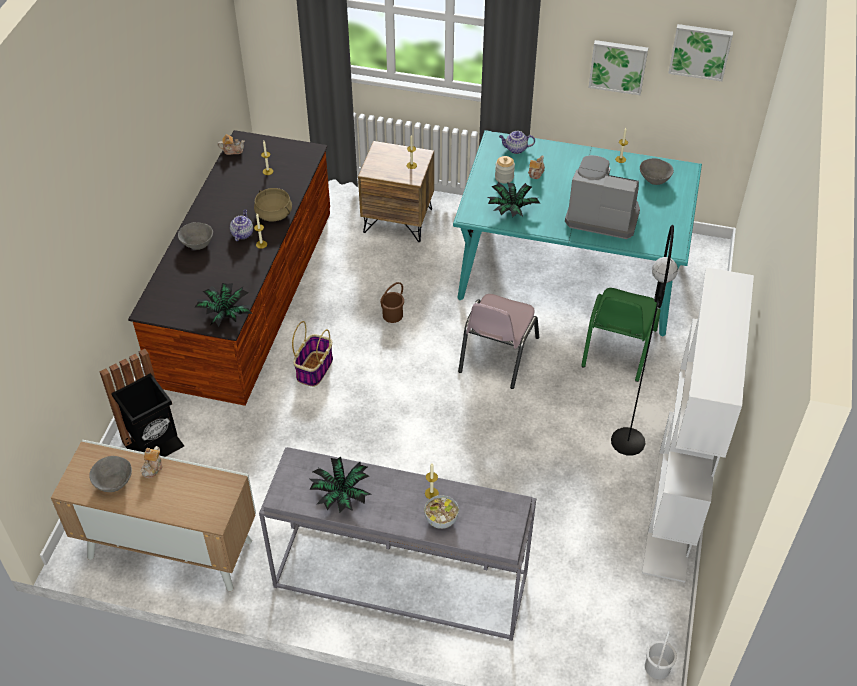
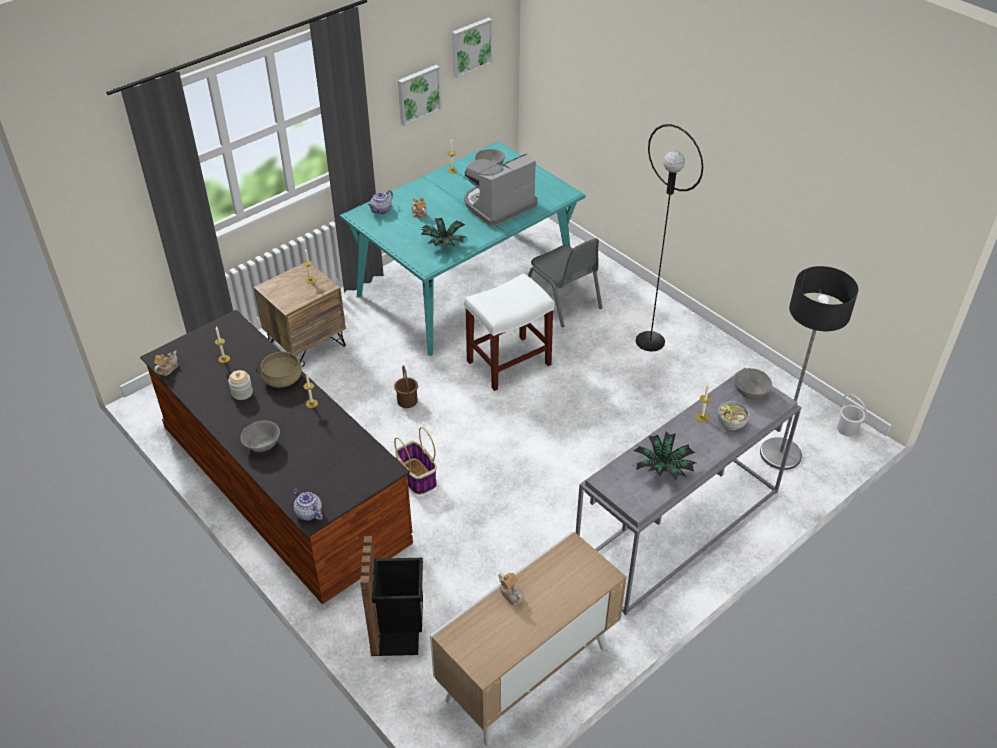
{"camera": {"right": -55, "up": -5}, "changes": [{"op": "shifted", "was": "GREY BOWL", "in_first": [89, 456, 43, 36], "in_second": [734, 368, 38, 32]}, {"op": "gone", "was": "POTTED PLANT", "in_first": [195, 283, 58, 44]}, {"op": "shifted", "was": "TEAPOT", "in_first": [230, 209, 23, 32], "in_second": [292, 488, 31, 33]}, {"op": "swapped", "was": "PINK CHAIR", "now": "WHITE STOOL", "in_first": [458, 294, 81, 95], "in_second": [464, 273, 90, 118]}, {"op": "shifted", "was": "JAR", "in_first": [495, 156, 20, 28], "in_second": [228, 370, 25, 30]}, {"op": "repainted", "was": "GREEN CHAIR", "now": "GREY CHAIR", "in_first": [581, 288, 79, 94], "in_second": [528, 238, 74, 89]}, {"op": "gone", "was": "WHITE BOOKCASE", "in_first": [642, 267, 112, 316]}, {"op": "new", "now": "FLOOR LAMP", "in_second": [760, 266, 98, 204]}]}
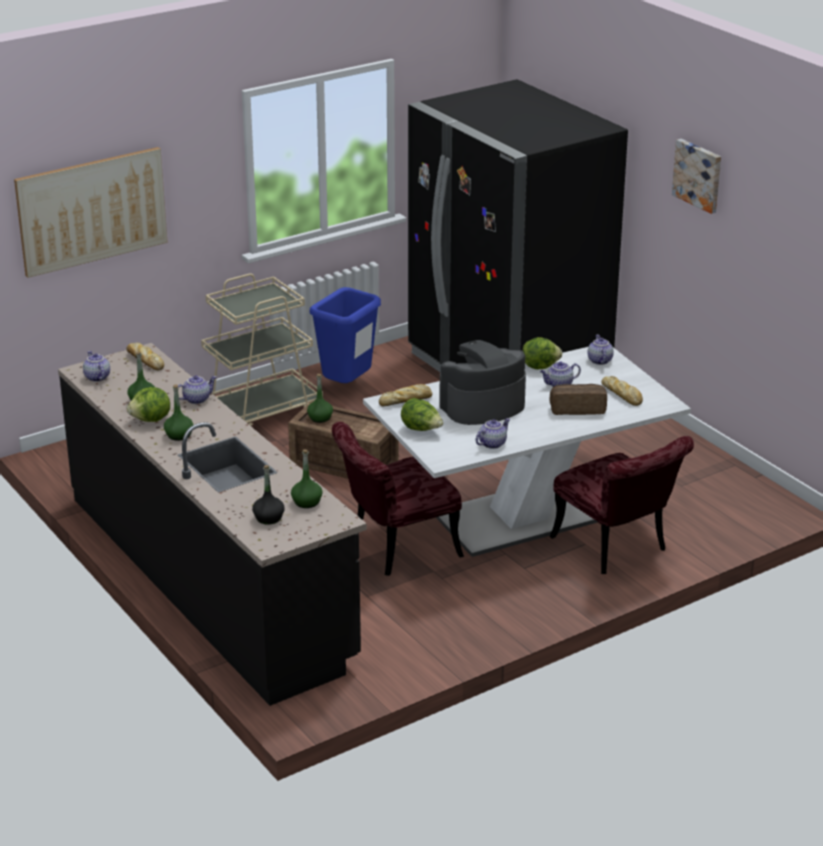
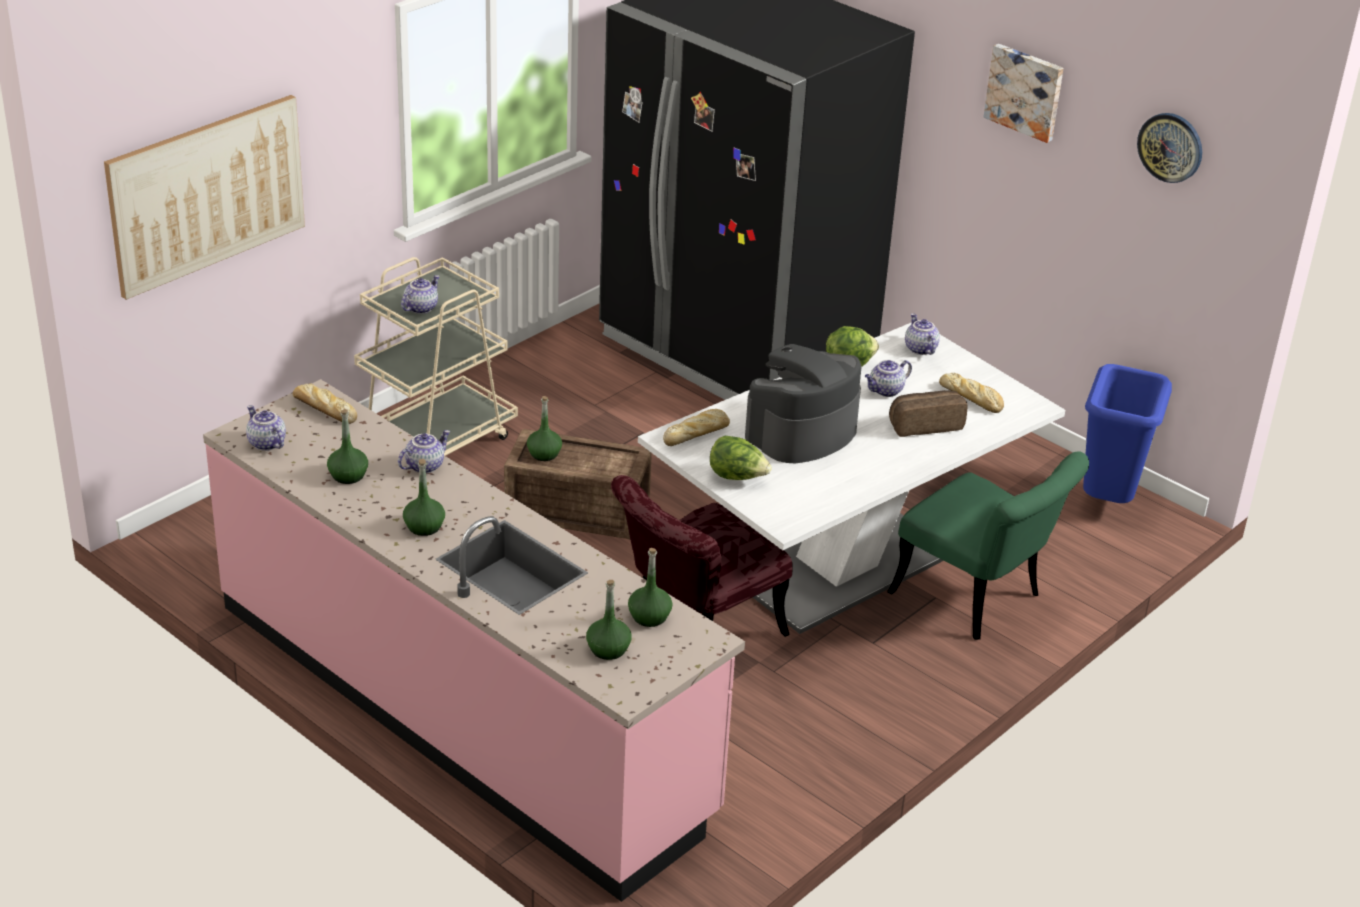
{"camera": {"right": -15, "up": 5}, "changes": [{"op": "repainted", "was": "BLACK COUNTER", "now": "PINK COUNTER", "in_first": [58, 343, 309, 363], "in_second": [203, 379, 542, 523]}, {"op": "gone", "was": "LETTUCE", "in_first": [127, 387, 43, 35]}, {"op": "repainted", "was": "BLACK BOTTLE", "now": "GREEN BOTTLE", "in_first": [252, 465, 32, 60], "in_second": [586, 580, 46, 80]}, {"op": "shifted", "was": "BLUE TRASH CAN", "in_first": [310, 287, 71, 96], "in_second": [1083, 364, 89, 139]}, {"op": "shifted", "was": "TEAPOT", "in_first": [476, 418, 34, 31], "in_second": [401, 275, 39, 39]}, {"op": "repainted", "was": "RED CHAIR", "now": "GREEN CHAIR", "in_first": [549, 436, 145, 138], "in_second": [887, 451, 202, 189]}, {"op": "new", "now": "WALL CLOCK", "in_second": [1137, 113, 65, 70]}]}
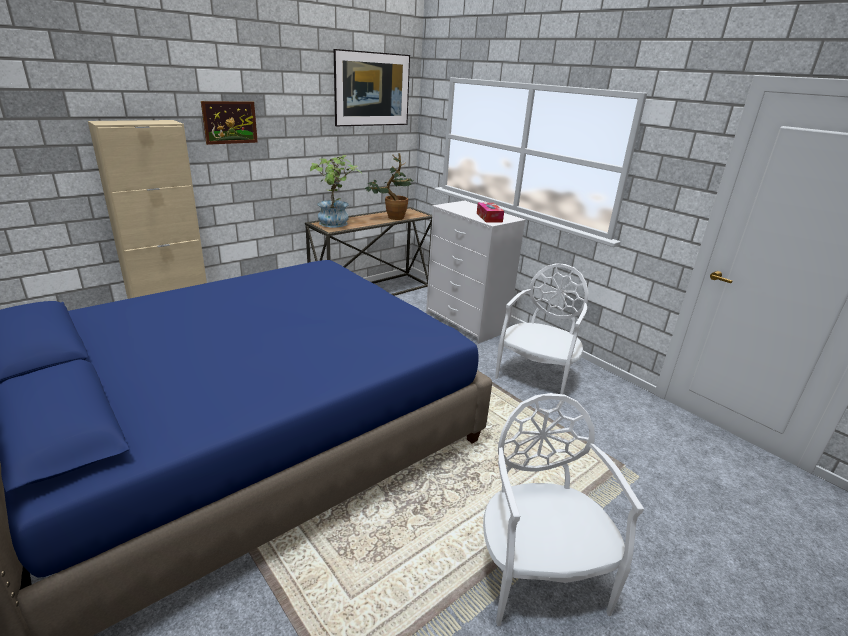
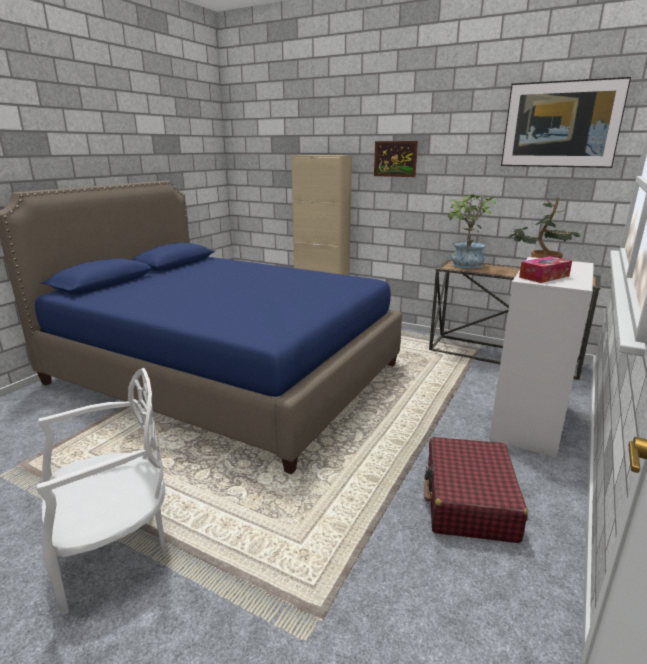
{"camera": {"right": 70, "up": -5}, "changes": [{"op": "swapped", "was": "WHITE CHAIR", "now": "RED SUITCASE", "in_first": [495, 263, 94, 138], "in_second": [424, 437, 104, 106]}]}
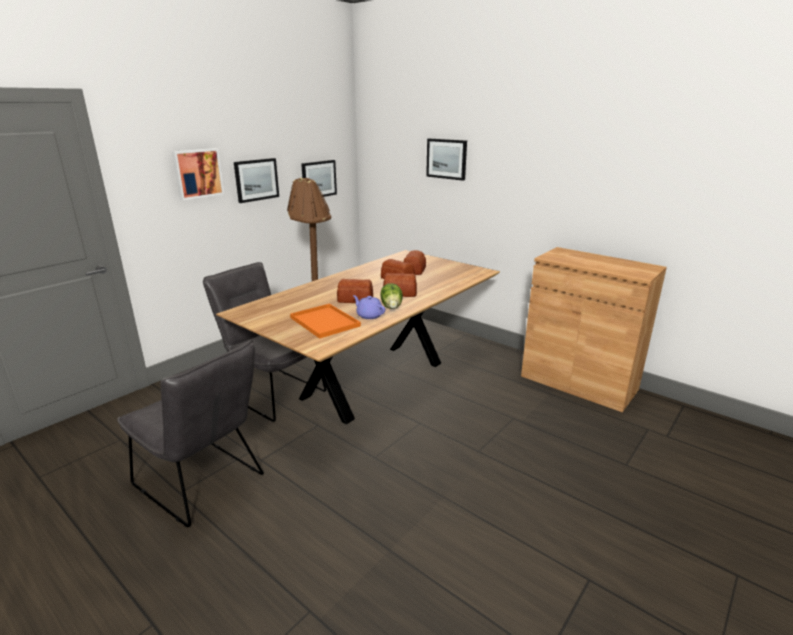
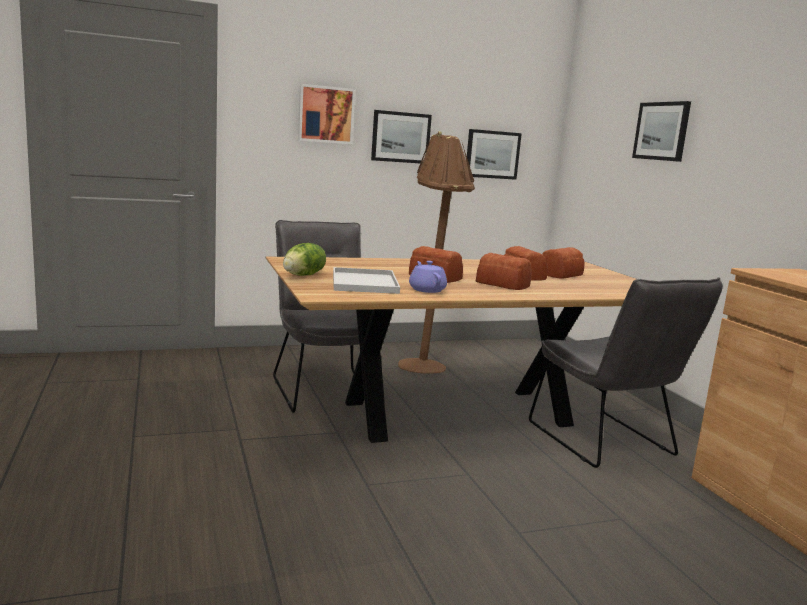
{"camera": {"right": 30, "up": -10}, "changes": [{"op": "shifted", "was": "GREY CHAIR", "in_first": [117, 340, 147, 187], "in_second": [529, 277, 194, 191]}, {"op": "repainted", "was": "ORANGE TRAY", "now": "WHITE TRAY", "in_first": [290, 304, 71, 35], "in_second": [333, 267, 67, 27]}, {"op": "shifted", "was": "LETTUCE", "in_first": [380, 283, 23, 26], "in_second": [283, 243, 43, 33]}]}
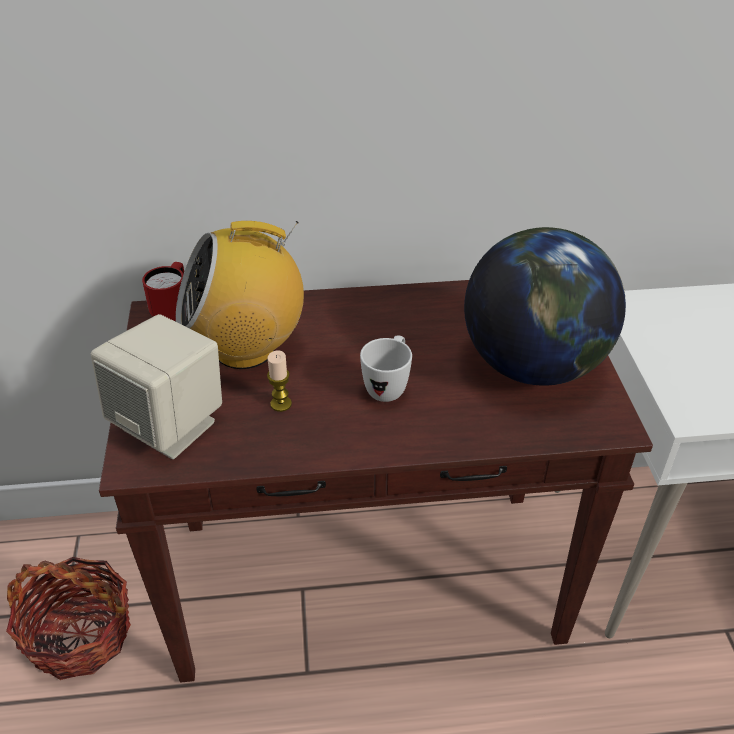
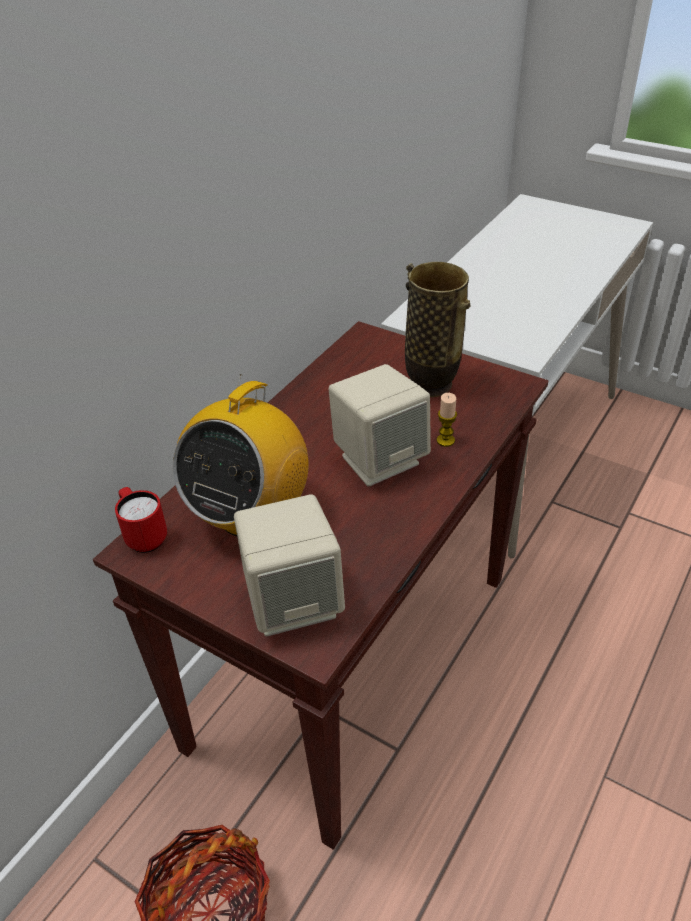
{"camera": {"right": -50, "up": 0}, "changes": [{"op": "shifted", "was": "CANDLE", "in_first": [267, 351, 25, 61], "in_second": [437, 393, 20, 54]}, {"op": "swapped", "was": "WHITE MUG", "now": "BEIGE SPEAKER", "in_first": [360, 335, 52, 67], "in_second": [328, 364, 103, 123]}, {"op": "swapped", "was": "GLOBE", "now": "VASE", "in_first": [464, 227, 162, 159], "in_second": [405, 262, 66, 135]}]}
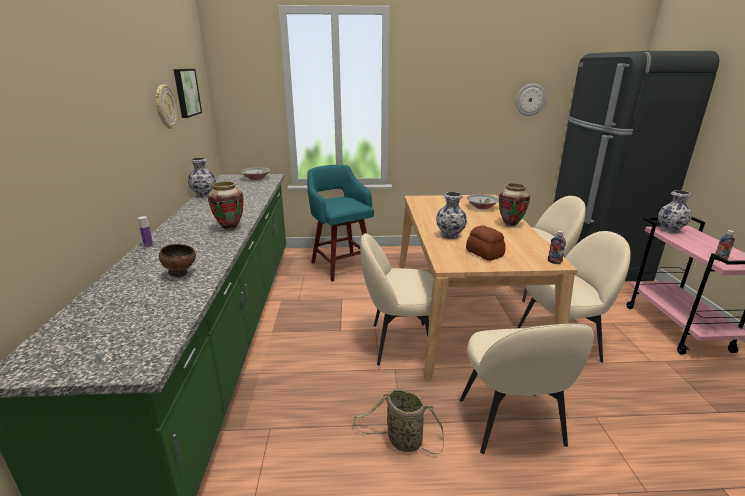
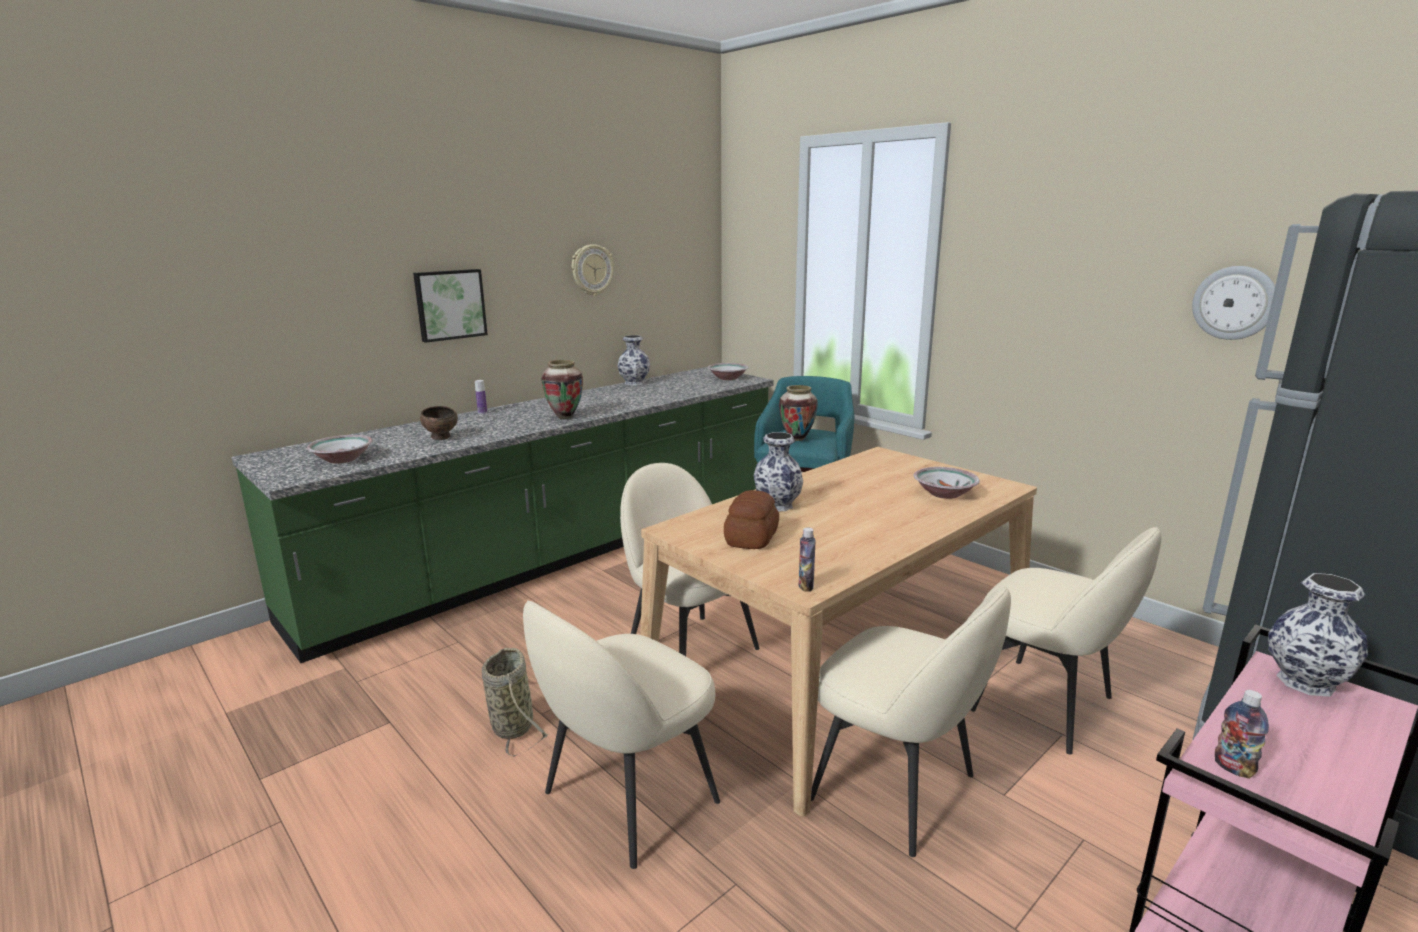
{"camera": {"right": 50, "up": -5}, "changes": [{"op": "shifted", "was": "PICTURE", "in_first": [174, 69, 28, 49], "in_second": [413, 269, 75, 74]}, {"op": "shifted", "was": "VASE", "in_first": [499, 183, 31, 44], "in_second": [779, 385, 39, 56]}, {"op": "new", "now": "BOWL", "in_second": [307, 435, 66, 28]}]}
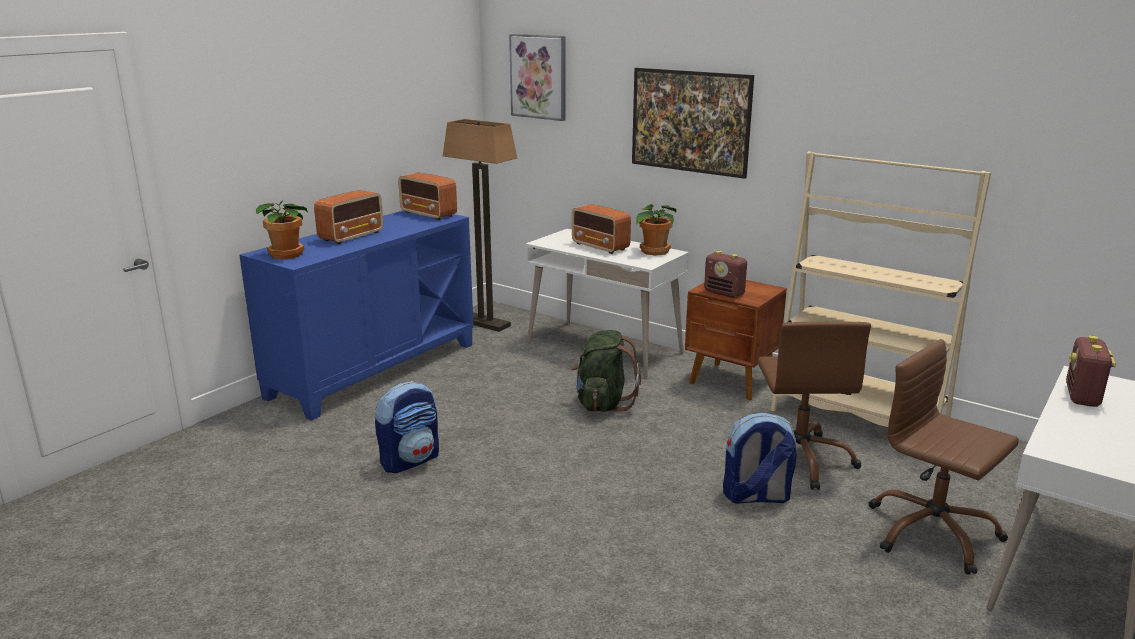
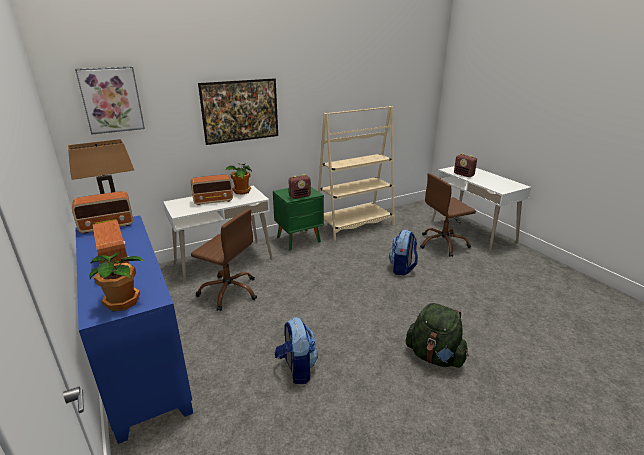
{"camera": {"right": -65, "up": 5}, "changes": [{"op": "shifted", "was": "GREEN BACKPACK", "in_first": [571, 330, 70, 82], "in_second": [406, 303, 63, 65]}, {"op": "repainted", "was": "BROWN NIGHTSTAND", "now": "GREEN NIGHTSTAND", "in_first": [685, 280, 102, 120], "in_second": [273, 187, 51, 63]}, {"op": "shifted", "was": "BROWN OFFICE CHAIR", "in_first": [757, 322, 114, 168], "in_second": [191, 208, 66, 103]}]}
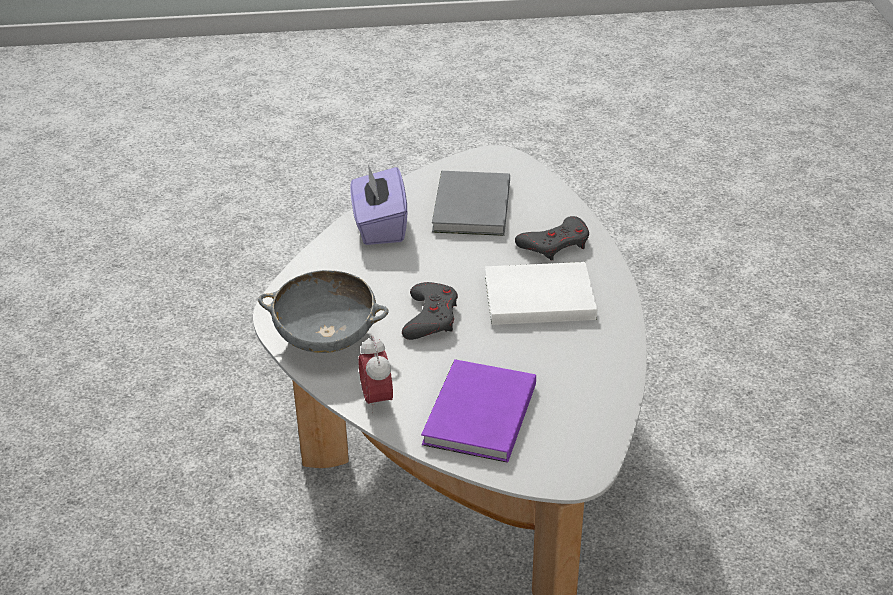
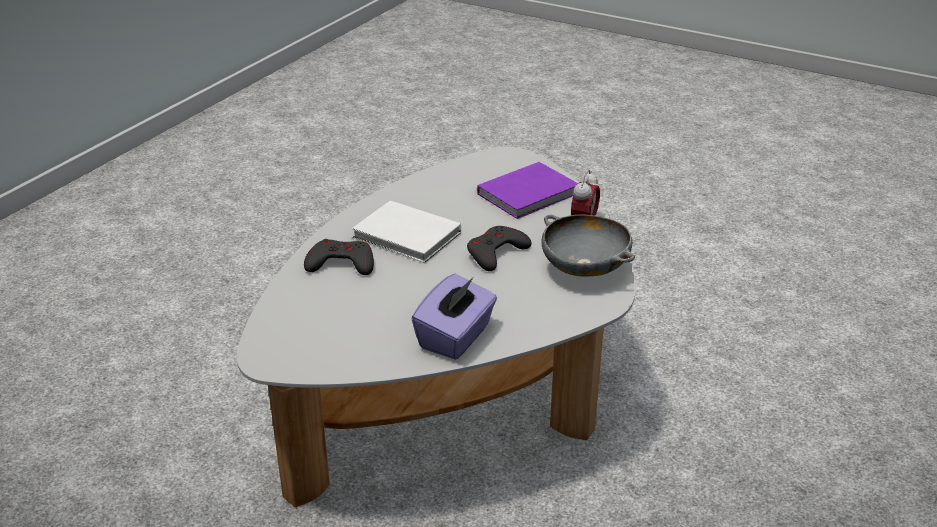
{"camera": {"right": -145, "up": -5}, "changes": [{"op": "gone", "was": "GREY BOOK", "in_first": [432, 171, 78, 65]}]}
